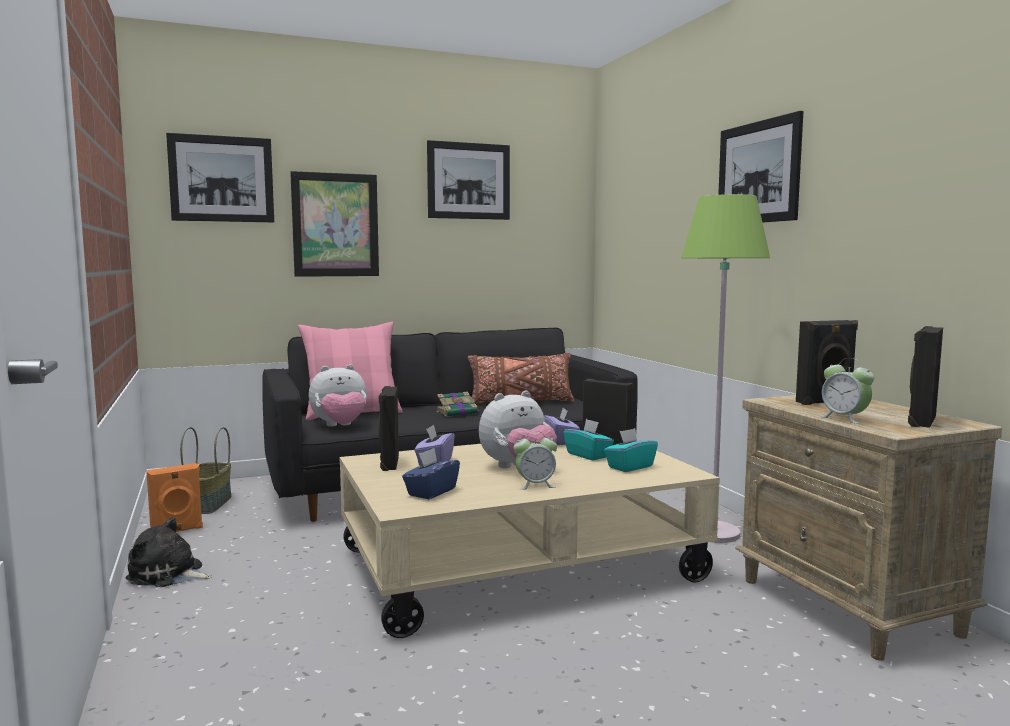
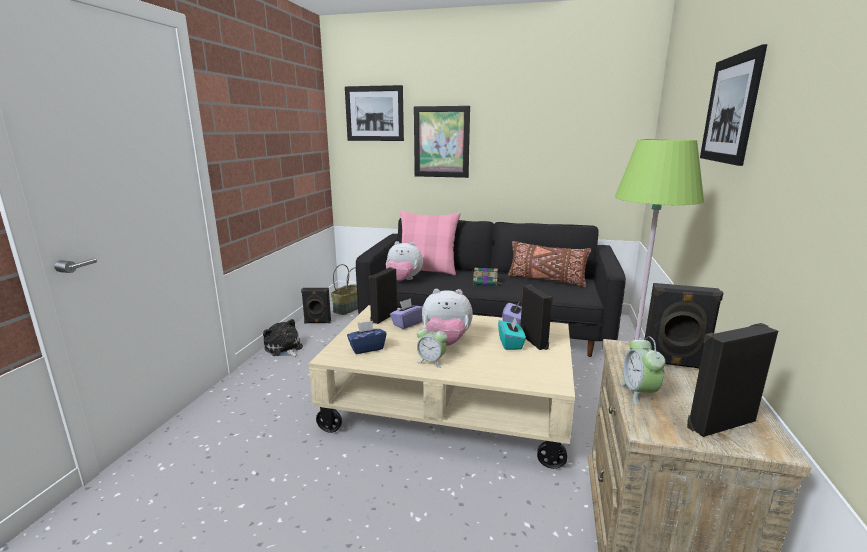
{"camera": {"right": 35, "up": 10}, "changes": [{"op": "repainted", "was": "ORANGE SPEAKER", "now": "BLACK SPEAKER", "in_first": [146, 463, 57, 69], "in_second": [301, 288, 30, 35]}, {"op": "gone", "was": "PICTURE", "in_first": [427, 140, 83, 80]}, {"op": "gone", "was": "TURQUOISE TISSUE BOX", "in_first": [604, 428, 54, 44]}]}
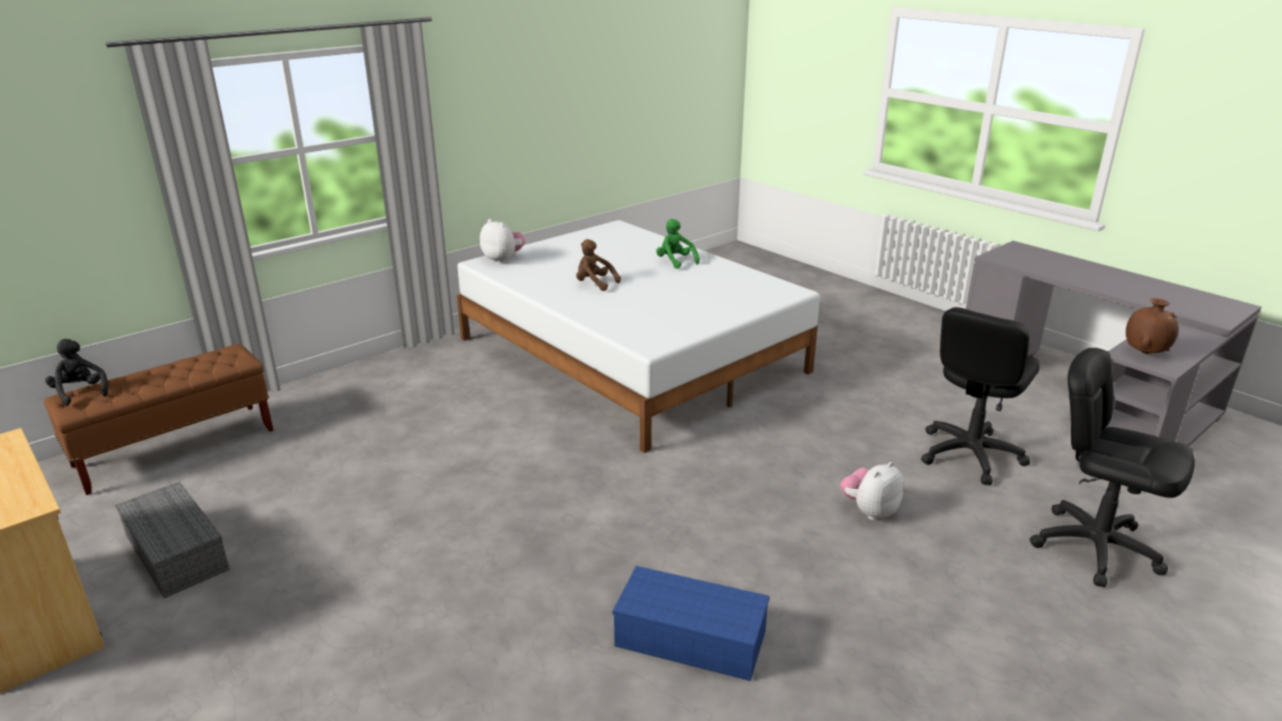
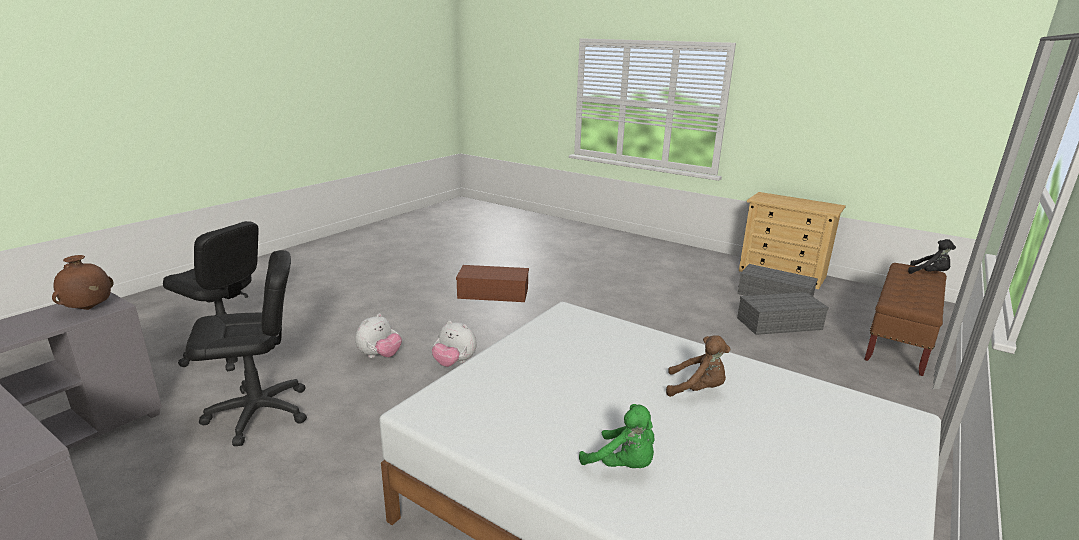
{"camera": {"right": 165, "up": -5}, "changes": [{"op": "shifted", "was": "PLUSH TOY", "in_first": [480, 219, 45, 45], "in_second": [432, 320, 45, 47]}, {"op": "repainted", "was": "BLUE STORAGE BOX", "now": "BROWN STORAGE BOX", "in_first": [612, 566, 158, 115], "in_second": [456, 265, 73, 37]}, {"op": "rotated", "was": "BLACK OFFICE CHAIR", "in_first": [921, 307, 119, 178], "in_second": [185, 250, 122, 196], "clockwise": 45}, {"op": "new", "now": "GREY STORAGE BOX", "in_second": [737, 292, 92, 43]}]}
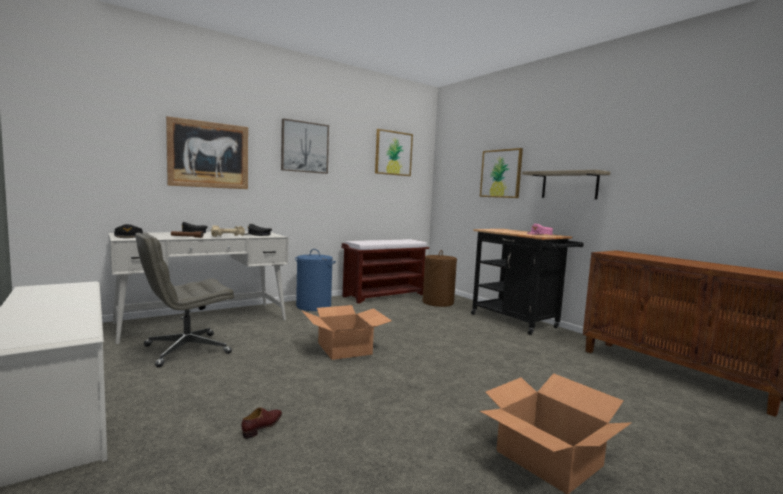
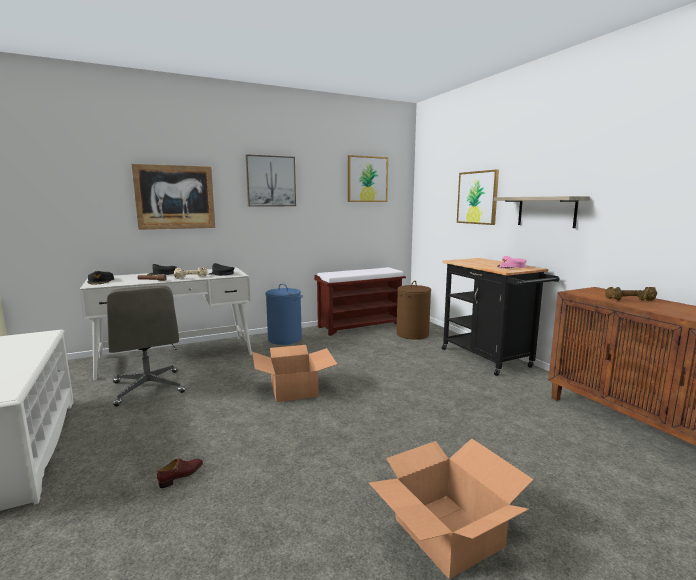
{"camera": {"right": 10, "up": 5}, "changes": [{"op": "rotated", "was": "GREY OFFICE CHAIR", "in_first": [136, 232, 98, 136], "in_second": [107, 285, 78, 121], "clockwise": -90}, {"op": "new", "now": "BROWN DUMBBELL", "in_second": [605, 287, 52, 14]}]}
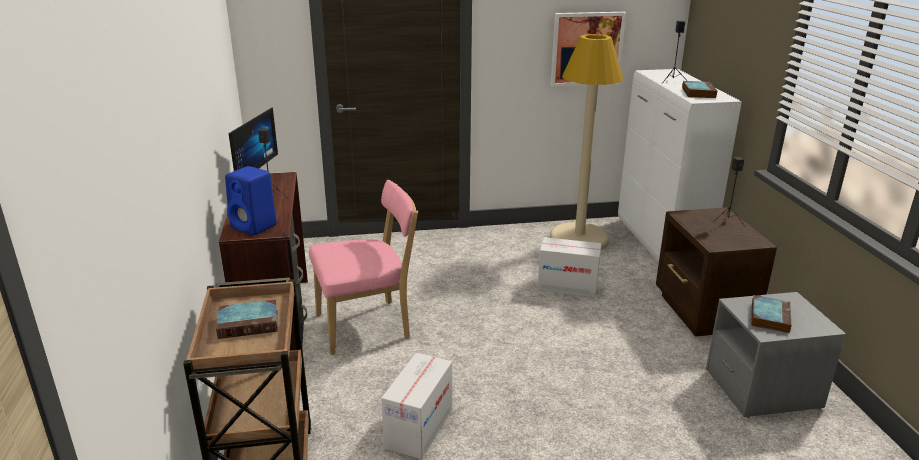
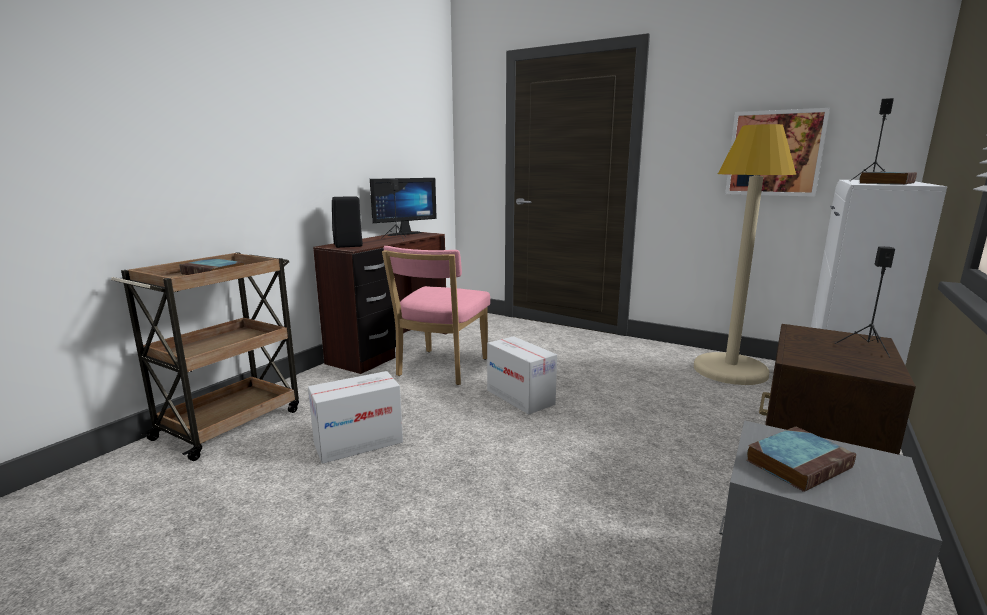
{"camera": {"right": 40, "up": -10}, "changes": [{"op": "repainted", "was": "BLUE SPEAKER", "now": "BLACK SPEAKER", "in_first": [225, 166, 52, 69], "in_second": [332, 196, 31, 52]}, {"op": "rotated", "was": "PINK CHAIR", "in_first": [309, 180, 109, 175], "in_second": [382, 246, 108, 139], "clockwise": 90}, {"op": "shifted", "was": "CARDBOARD BOX", "in_first": [538, 237, 63, 60], "in_second": [487, 336, 70, 78]}]}
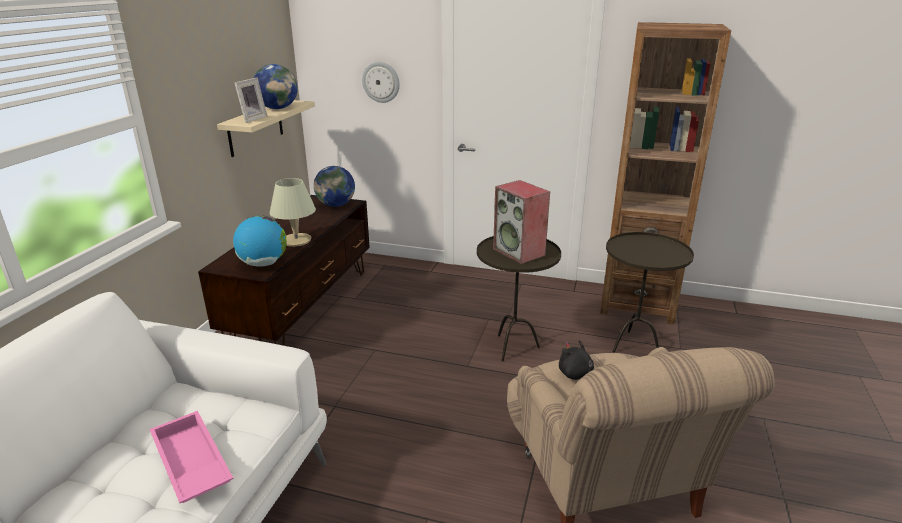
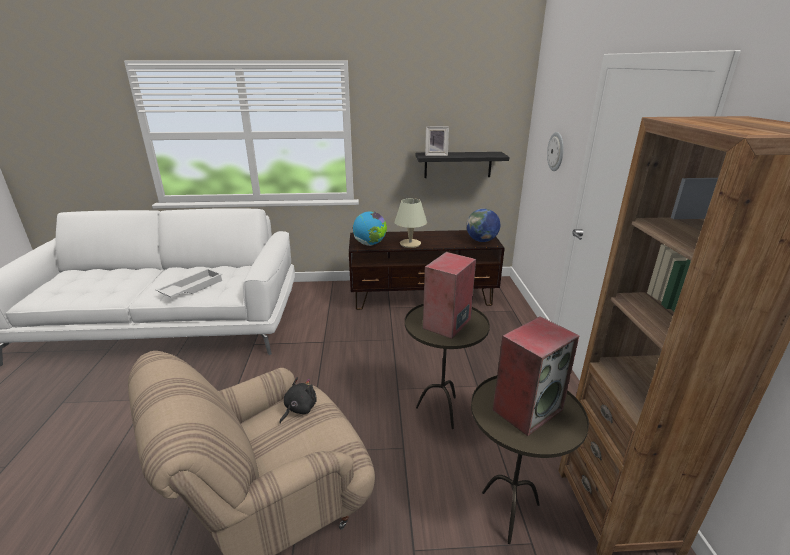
{"camera": {"right": 70, "up": 0}, "changes": [{"op": "repainted", "was": "PINK TRAY", "now": "WHITE TRAY", "in_first": [150, 411, 83, 92], "in_second": [156, 268, 66, 30]}, {"op": "repainted", "was": "BEIGE SHELF", "now": "BLACK SHELF", "in_first": [217, 100, 98, 57], "in_second": [416, 152, 93, 26]}, {"op": "gone", "was": "GLOBE", "in_first": [254, 64, 44, 45]}, {"op": "new", "now": "SPEAKER", "in_second": [493, 316, 86, 120]}]}
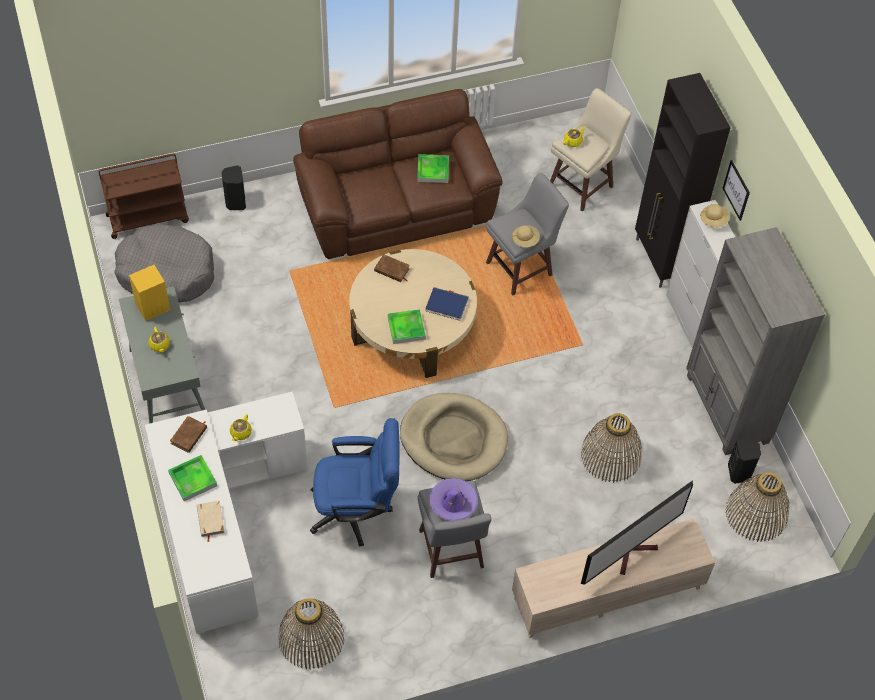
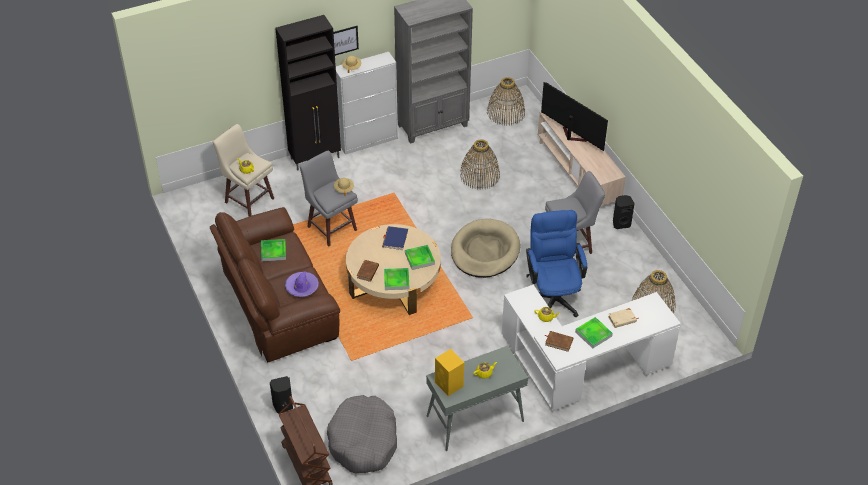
{"camera": {"right": -95, "up": -10}, "changes": [{"op": "shifted", "was": "PURPLE HAT", "in_first": [430, 478, 48, 43], "in_second": [285, 271, 34, 26]}, {"op": "shifted", "was": "BLACK SPEAKER", "in_first": [728, 438, 33, 46], "in_second": [613, 195, 22, 34]}, {"op": "new", "now": "TRAY", "in_second": [384, 268, 25, 22]}]}
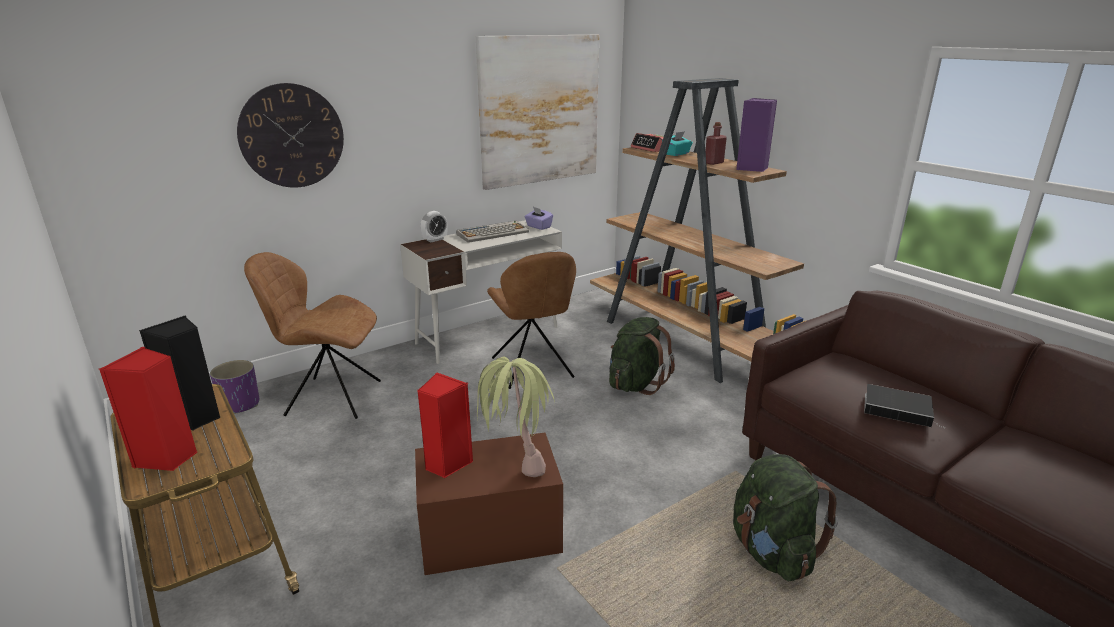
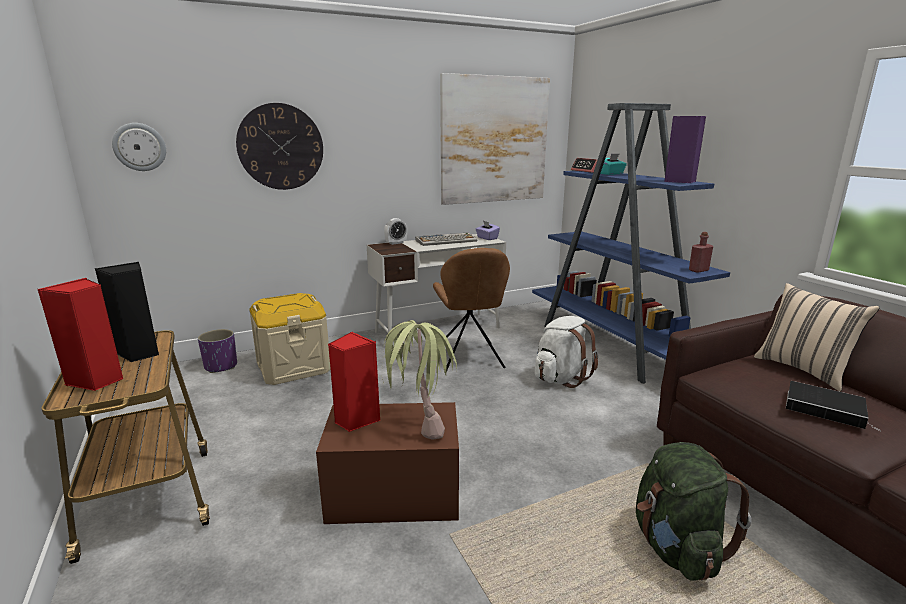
{"camera": {"right": 10, "up": -5}, "changes": [{"op": "swapped", "was": "BROWN CHAIR", "now": "BEIGE STORAGE BOX", "in_first": [244, 252, 137, 167], "in_second": [249, 293, 82, 92]}, {"op": "repainted", "was": "BROWN BOOKCASE", "now": "BLUE BOOKCASE", "in_first": [590, 78, 217, 305], "in_second": [532, 103, 198, 281]}, {"op": "repainted", "was": "GREEN BACKPACK", "now": "WHITE BACKPACK", "in_first": [609, 317, 66, 78], "in_second": [535, 316, 63, 72]}, {"op": "shifted", "was": "RED BOTTLE", "in_first": [705, 122, 22, 43], "in_second": [689, 232, 24, 41]}, {"op": "new", "now": "WALL CLOCK", "in_second": [112, 123, 54, 48]}, {"op": "new", "now": "BEIGE PILLOW", "in_second": [754, 283, 126, 109]}]}
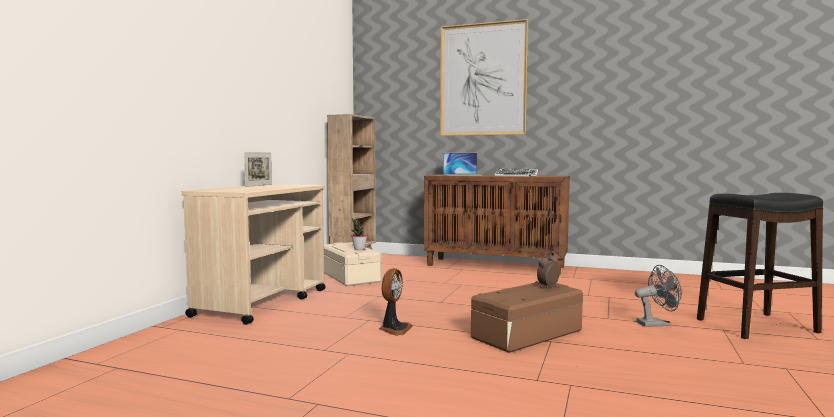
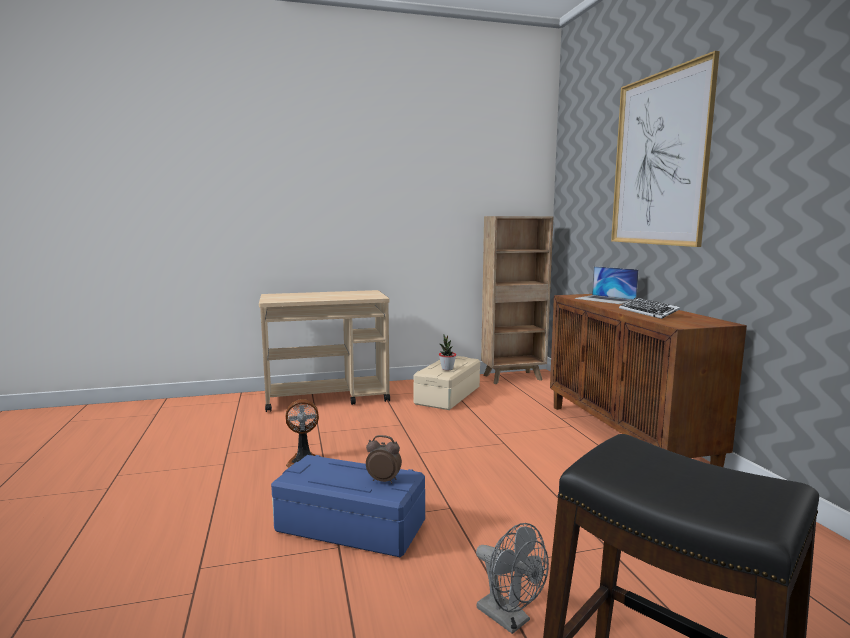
{"camera": {"right": 55, "up": 5}, "changes": [{"op": "gone", "was": "PICTURE FRAME", "in_first": [244, 152, 28, 35]}, {"op": "repainted", "was": "BROWN STORAGE BOX", "now": "BLUE STORAGE BOX", "in_first": [471, 281, 112, 72], "in_second": [271, 455, 154, 102]}]}
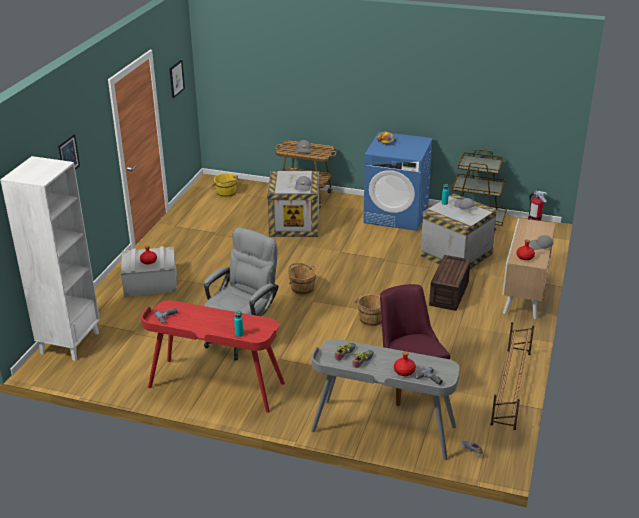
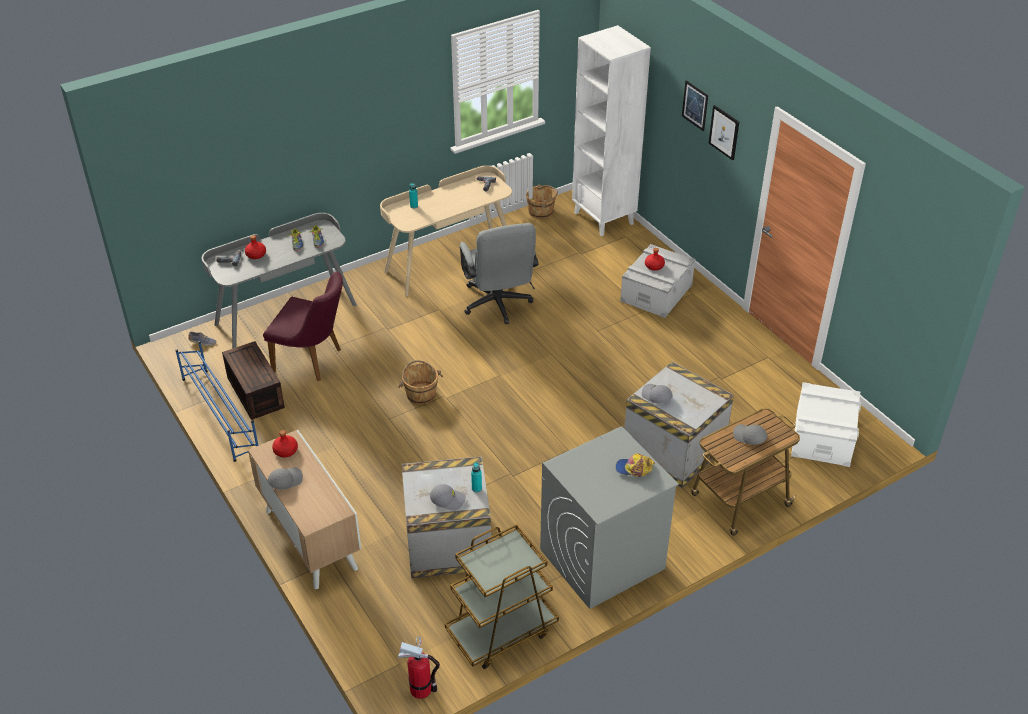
{"camera": {"right": 130, "up": 10}, "changes": [{"op": "repainted", "was": "RED DESK", "now": "BEIGE DESK", "in_first": [141, 300, 144, 113], "in_second": [380, 165, 132, 131]}, {"op": "shifted", "was": "PICTURE", "in_first": [170, 60, 15, 38], "in_second": [709, 105, 30, 55]}, {"op": "swapped", "was": "YELLOW BUCKET", "now": "WHITE STORAGE BOX", "in_first": [212, 173, 27, 25], "in_second": [791, 382, 70, 85]}, {"op": "shifted", "was": "BROWN BUCKET", "in_first": [288, 263, 28, 32], "in_second": [526, 185, 32, 34]}, {"op": "repainted", "was": "BLUE WASHING MACHINE", "now": "GREY WASHING MACHINE", "in_first": [363, 132, 70, 99], "in_second": [540, 426, 139, 183]}, {"op": "shifted", "was": "BROWN STORAGE BOX", "in_first": [429, 255, 42, 56], "in_second": [222, 341, 63, 79]}, {"op": "repainted", "was": "BROWN SHOE RACK", "now": "BLUE SHOE RACK", "in_first": [490, 322, 44, 108], "in_second": [175, 341, 84, 121]}]}
